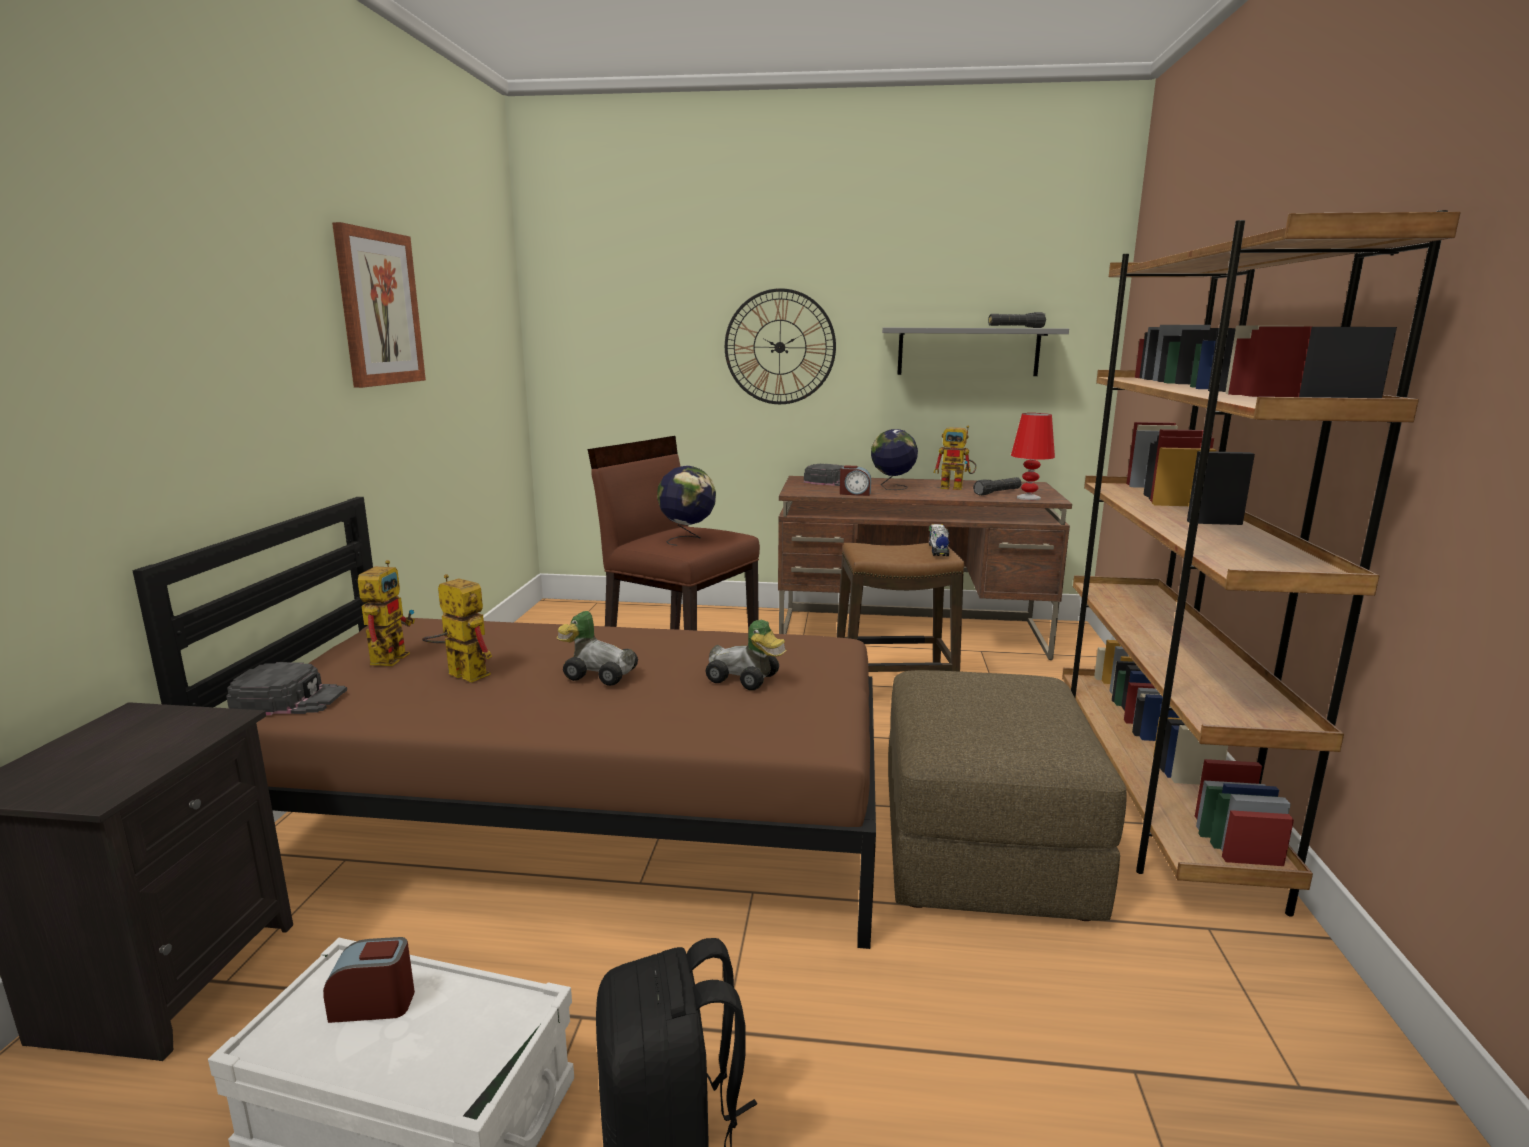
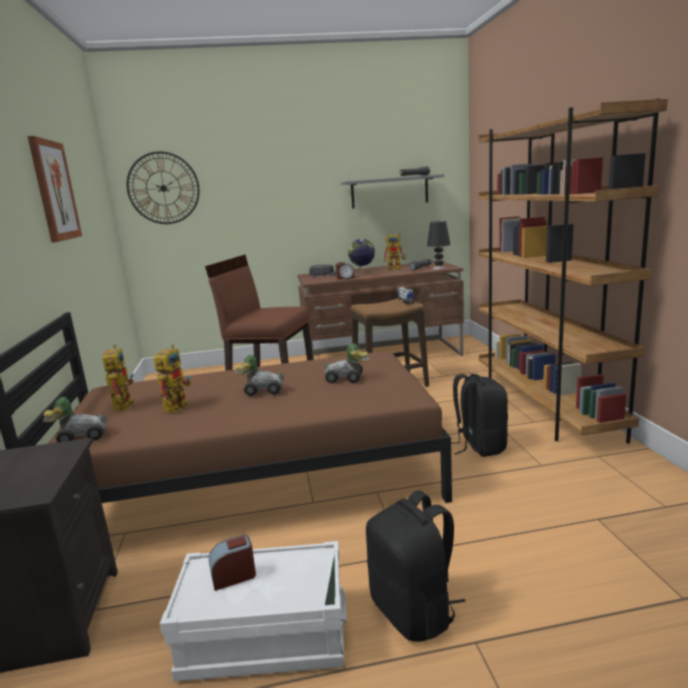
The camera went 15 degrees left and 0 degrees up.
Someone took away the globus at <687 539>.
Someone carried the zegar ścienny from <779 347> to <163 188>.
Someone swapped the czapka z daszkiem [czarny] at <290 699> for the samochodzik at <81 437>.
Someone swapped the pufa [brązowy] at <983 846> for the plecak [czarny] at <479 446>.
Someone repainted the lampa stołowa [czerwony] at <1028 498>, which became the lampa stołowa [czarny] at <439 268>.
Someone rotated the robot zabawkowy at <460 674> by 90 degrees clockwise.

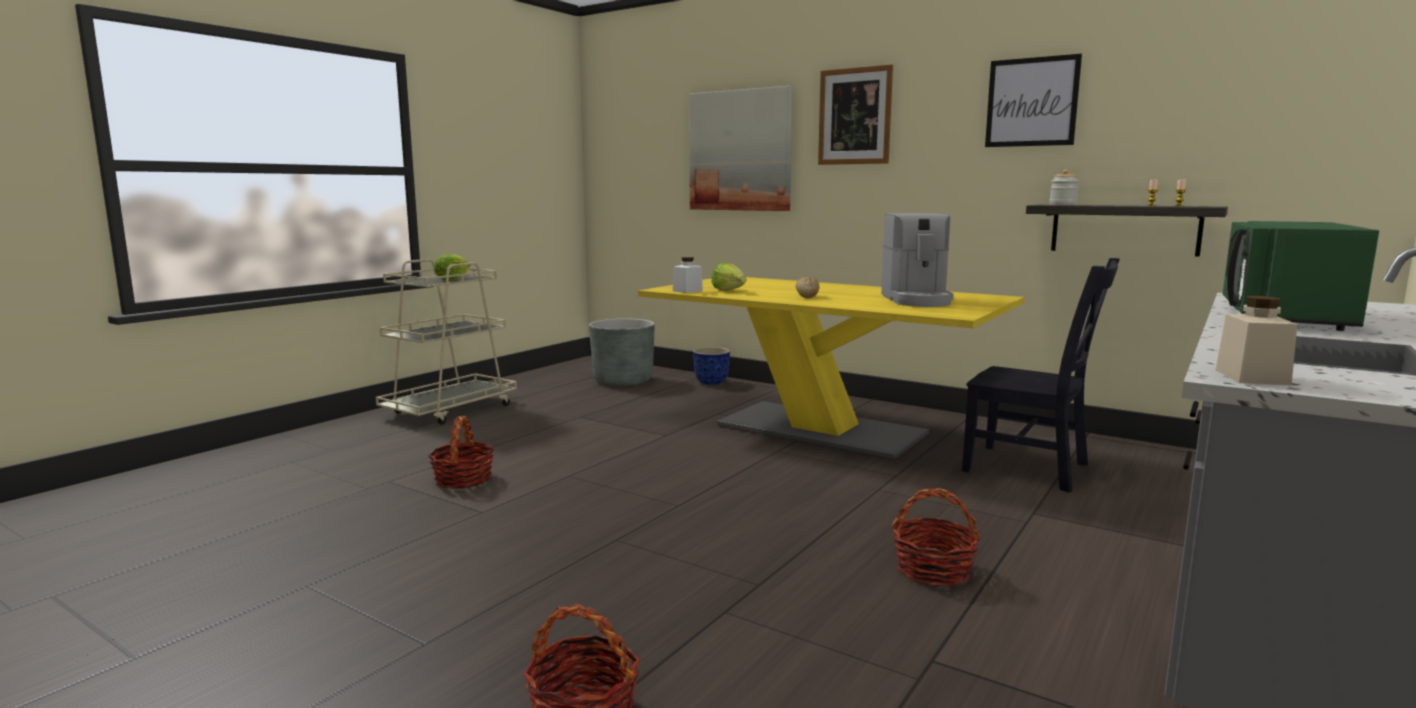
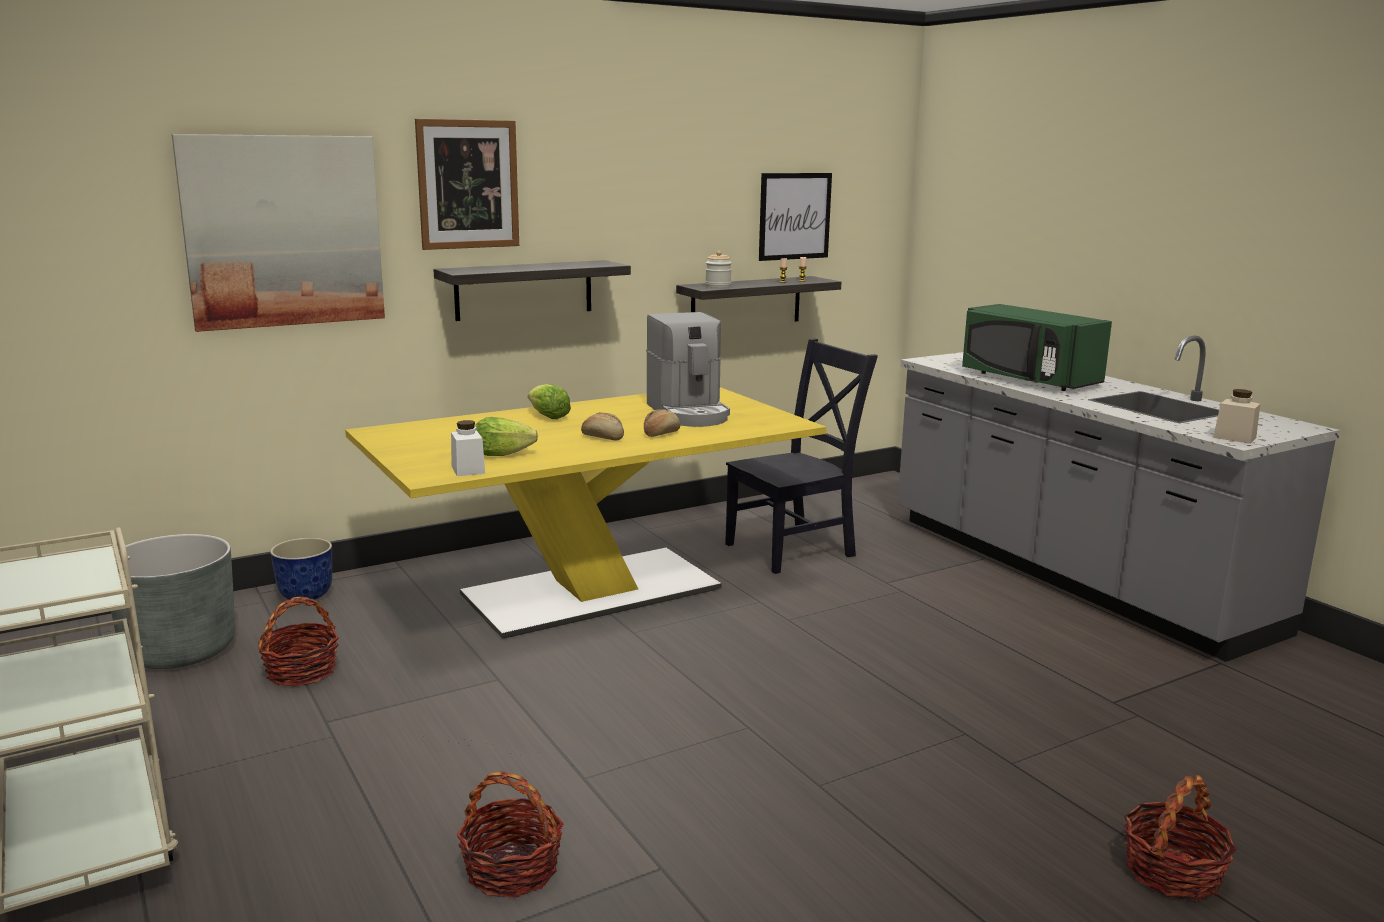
The camera went 65 degrees left and 5 degrees up.
Someone put up the półka at <524 290>.
Someone put down the chleb at <661 434>.
Someone carried the sałata from <452 279> to <548 417>.
Someone carried the koszyk from <933 570> to <301 671>.
Someone carried the obraz from <1032 102> to <794 216>.
Someone rotated the ekspres do kawy at <916 300> by 45 degrees clockwise.

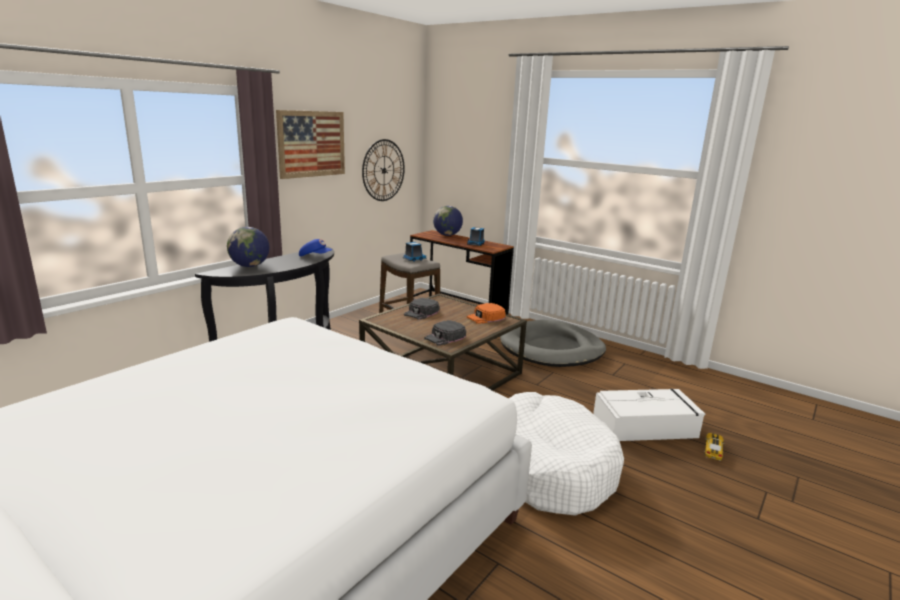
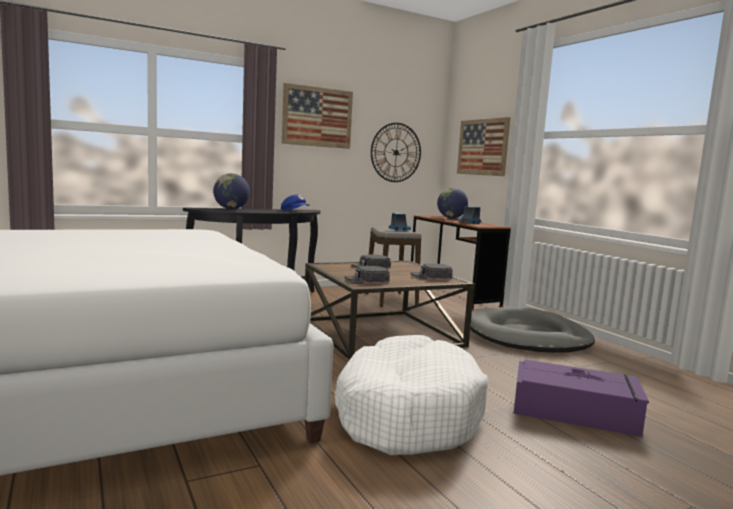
The camera went 25 degrees right and 10 degrees down.
Someone took away the samochodzik at <713 450>.
Someone put up the obraz at <482 147>.
Someone repainted the czapka z daszkiem [pomarańczowy] at <485 317>, which became the czapka z daszkiem [czarny] at <431 276>.
Someone repainted the pojemnik do przechowywania [biały] at <646 425>, which became the pojemnik do przechowywania [fioletowy] at <576 411>.

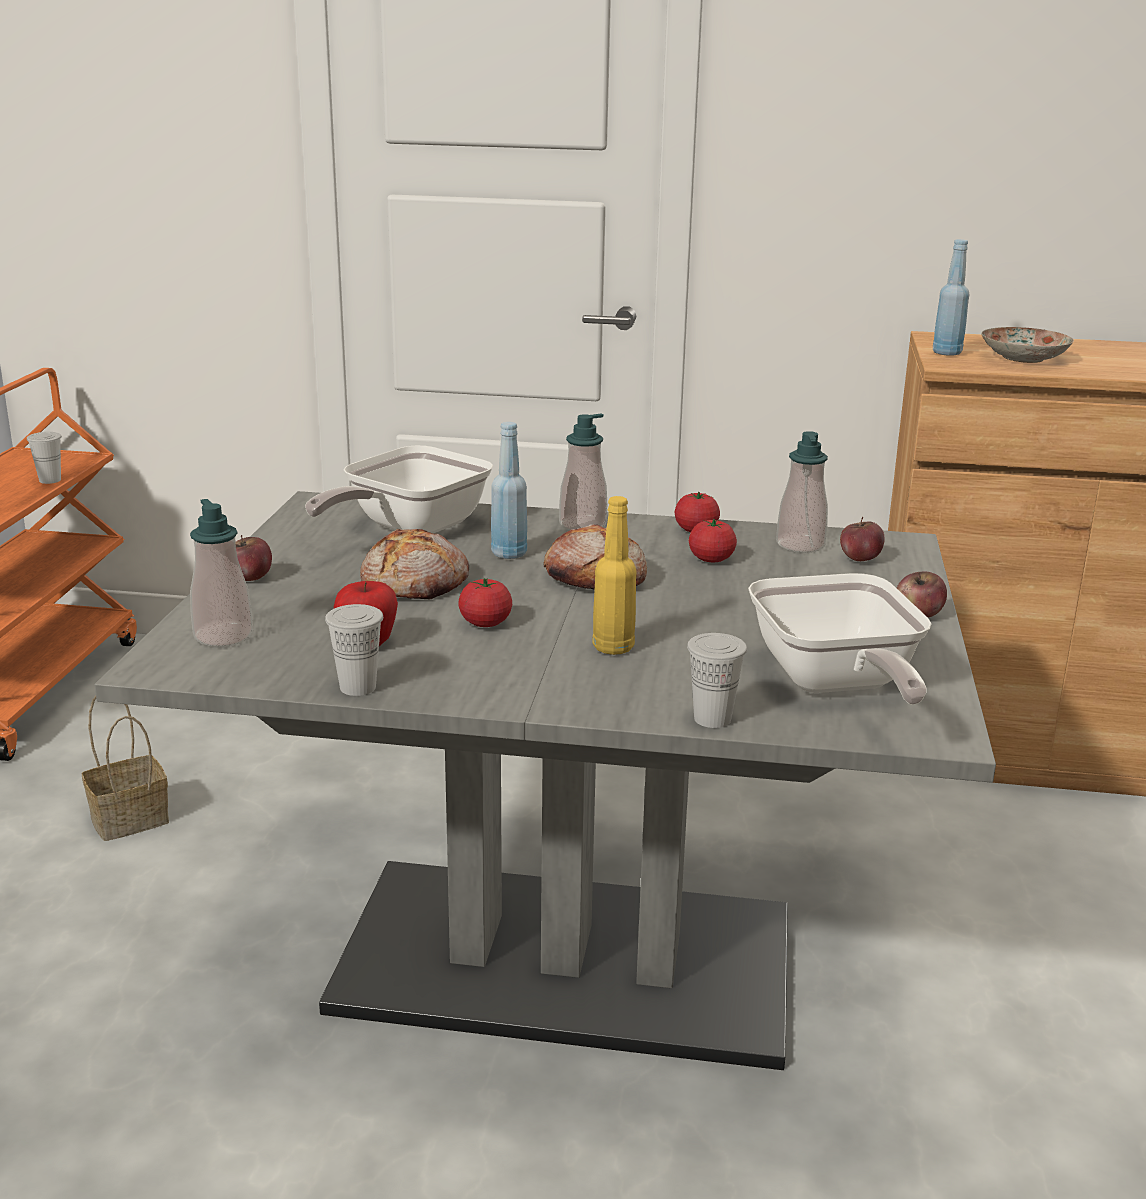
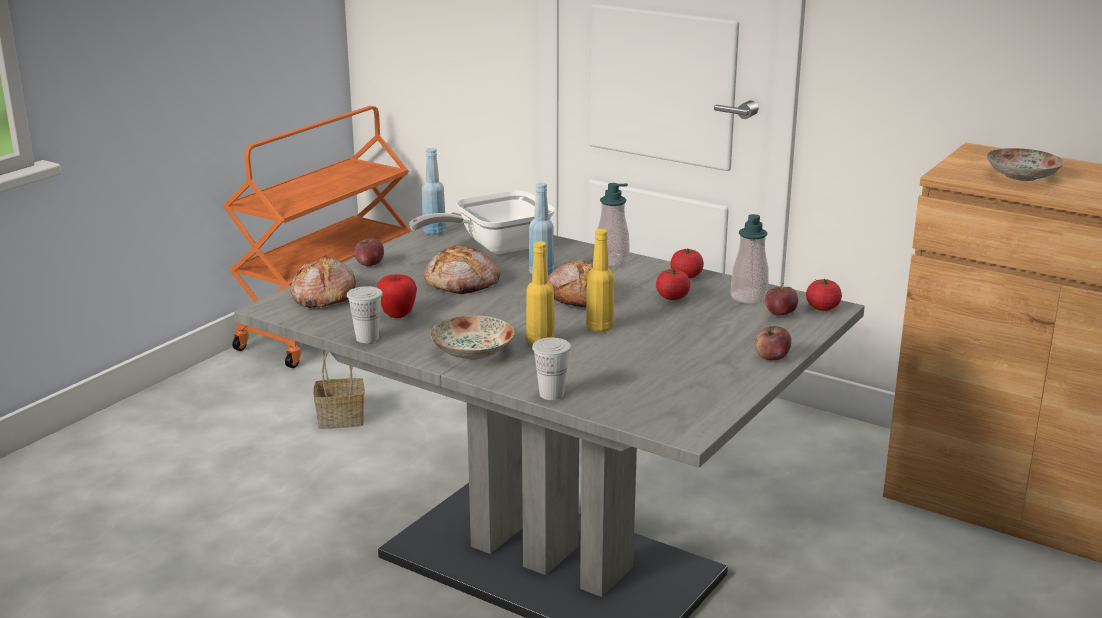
The camera went 25 degrees right and 0 degrees up.
Someone took away the filiżanka [biały] at <50 480>.
Someone took away the patelnia at <835 685>.
Someone put down the talerz at <471 351>.
Someone put down the butelka [żółty] at <599 327>.
Someone carried the pomidor from <485 623> to <822 308>.
Someone carried the butelka [niebieski] from <946 353> to <434 232>.
Someone swapped the dozownik mydła at <223 636> for the chleb at <323 296>.

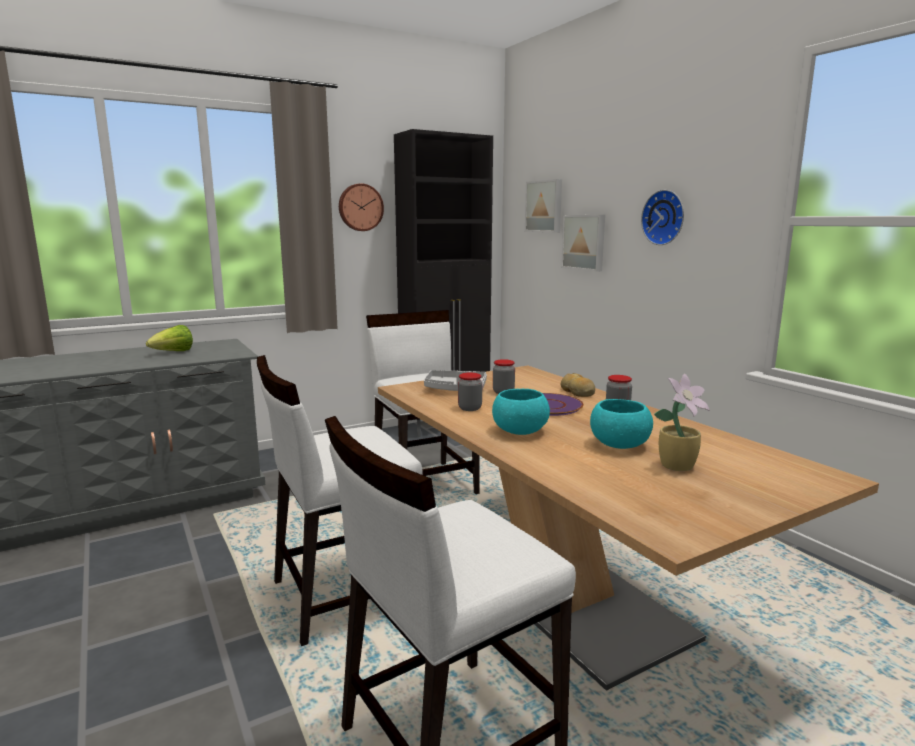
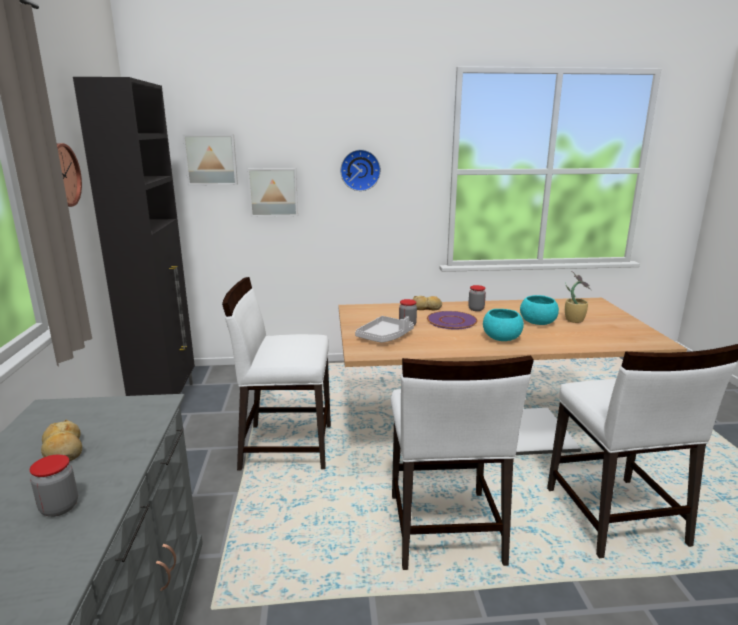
The camera went 65 degrees left and 5 degrees up.
Someone carried the słoik from <470 408> to <59 507>.
Someone swapped the sałata at <173 352> for the chleb at <63 450>.

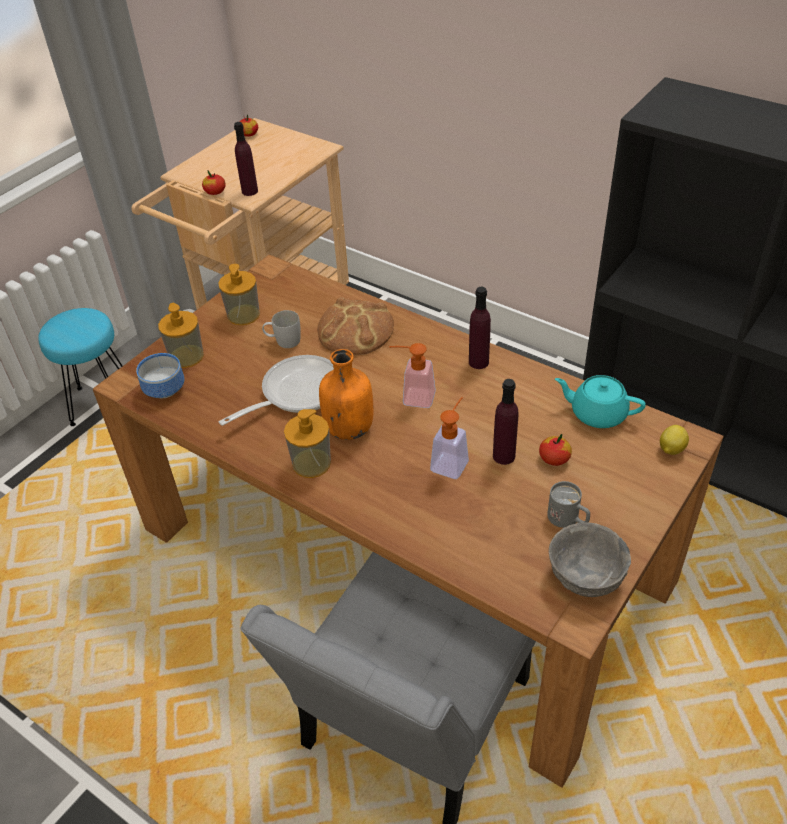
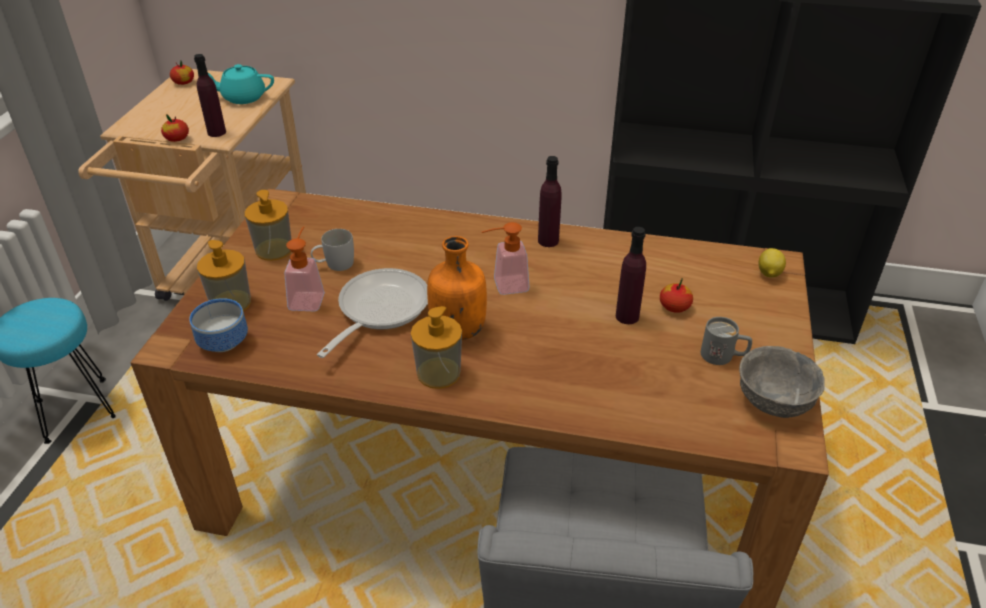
The camera went 25 degrees left and 5 degrees down.
Someone took away the chleb at <355 330>.
Someone carried the dozownik mydła from <452 461> to <308 297>.
Someone carried the imbryk [turkusowy] from <597 413> to <243 97>.

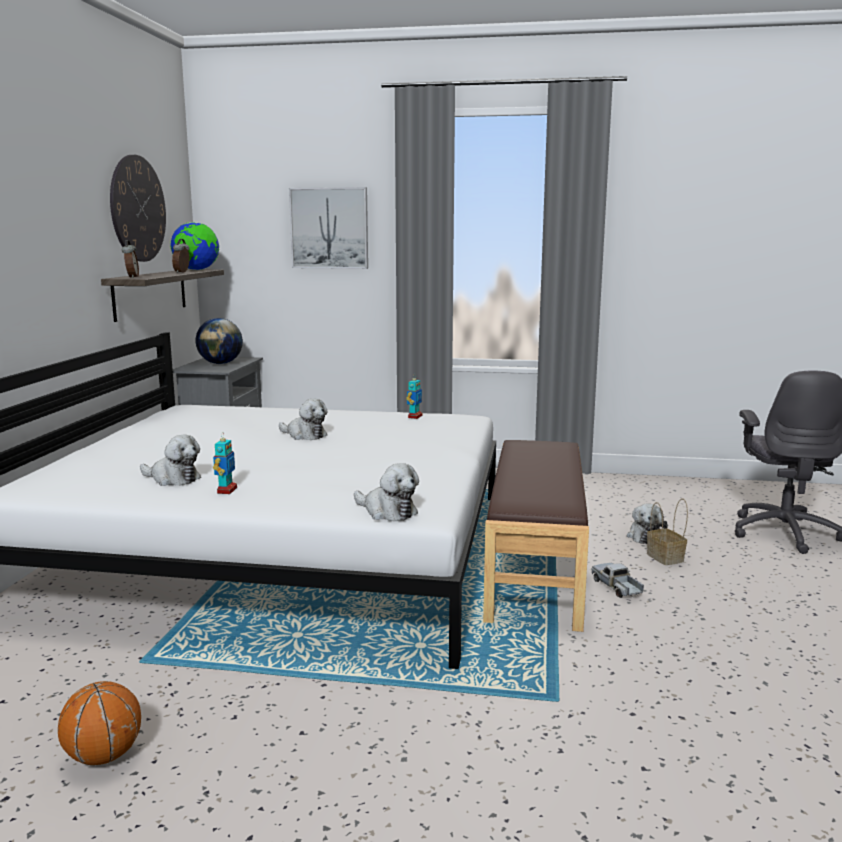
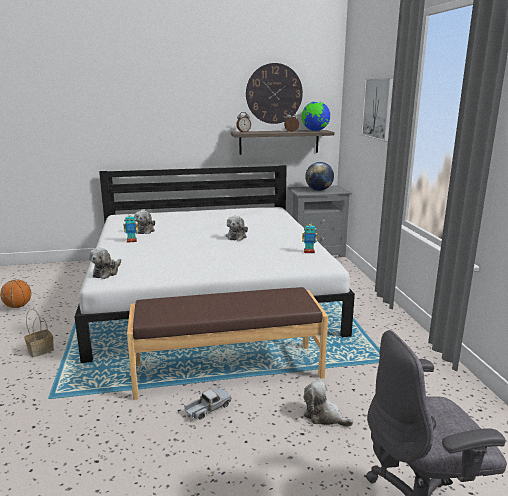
The camera went 70 degrees right and 5 degrees up.
Someone carried the koszyk from <666 558> to <40 351>.
Someone rotated the pluszak at <644 536> by 45 degrees clockwise.

